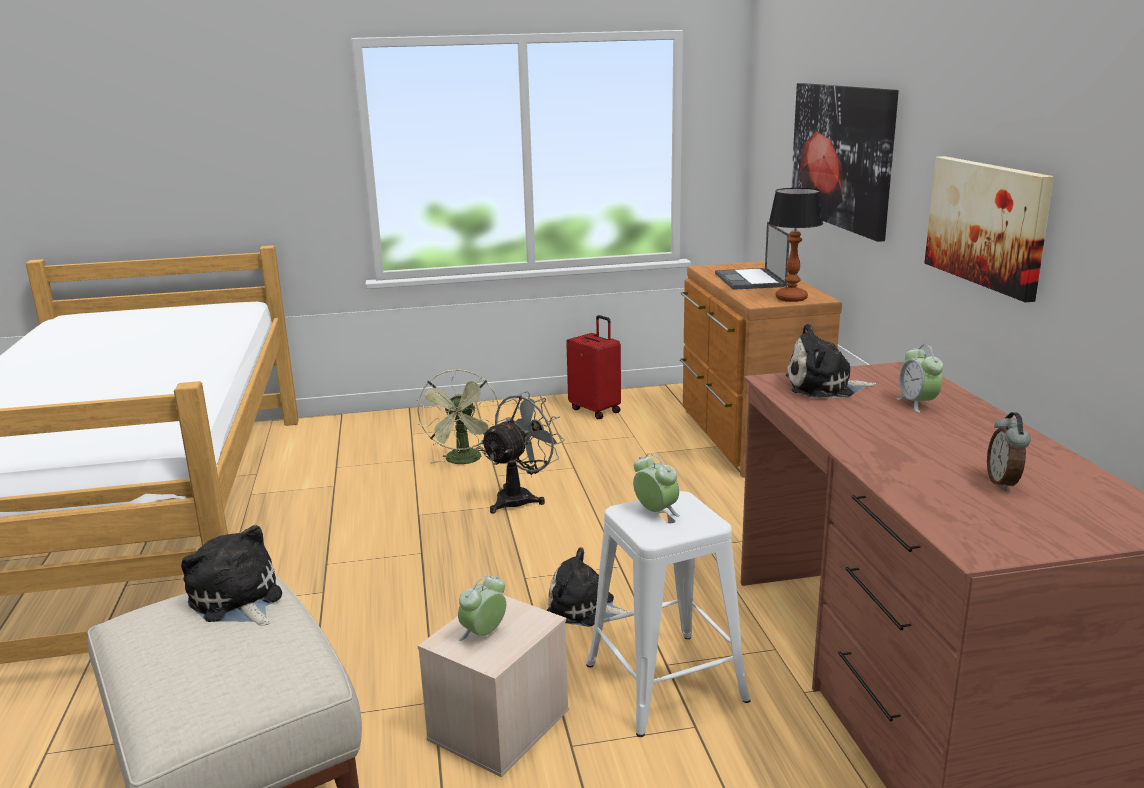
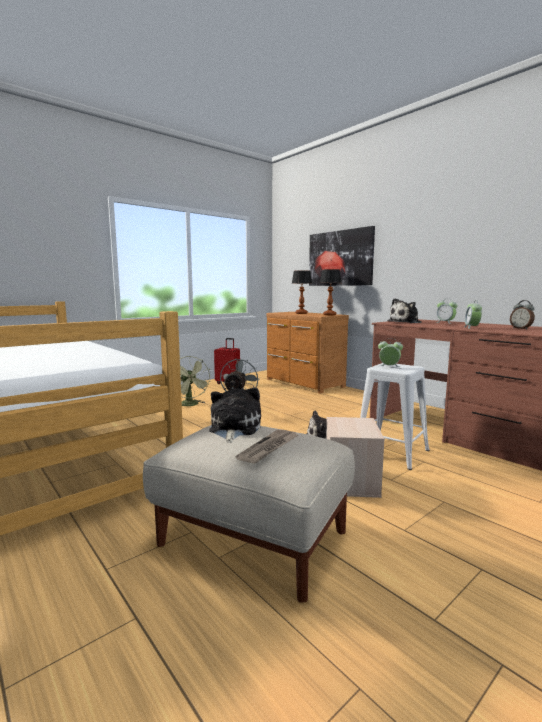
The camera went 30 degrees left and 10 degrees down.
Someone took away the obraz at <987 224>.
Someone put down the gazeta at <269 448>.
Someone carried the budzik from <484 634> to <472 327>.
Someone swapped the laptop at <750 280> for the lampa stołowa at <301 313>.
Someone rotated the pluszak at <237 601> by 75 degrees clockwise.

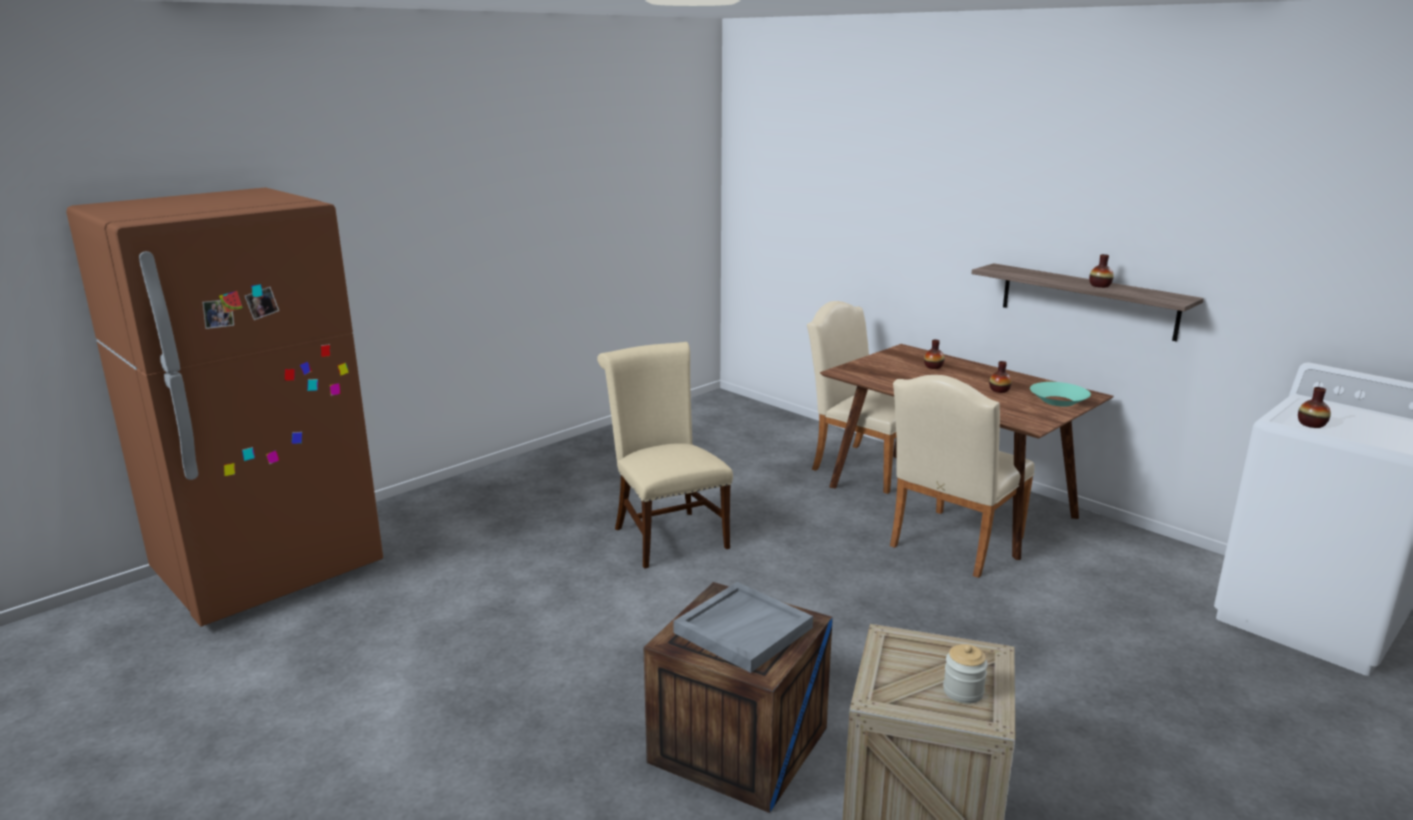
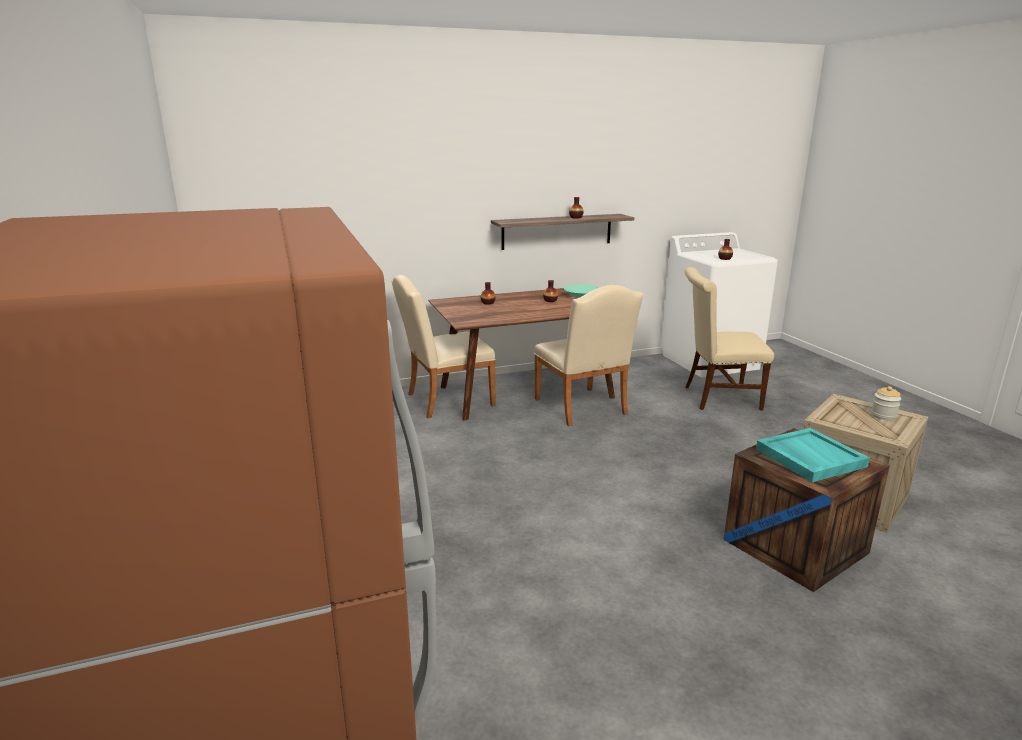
The camera went 65 degrees left and 0 degrees up.
Someone carried the krzesło [beżowy] from <666 535> to <716 398>.
Someone repainted the taca [szary] at <743 629>, which became the taca [turkusowy] at <809 457>.

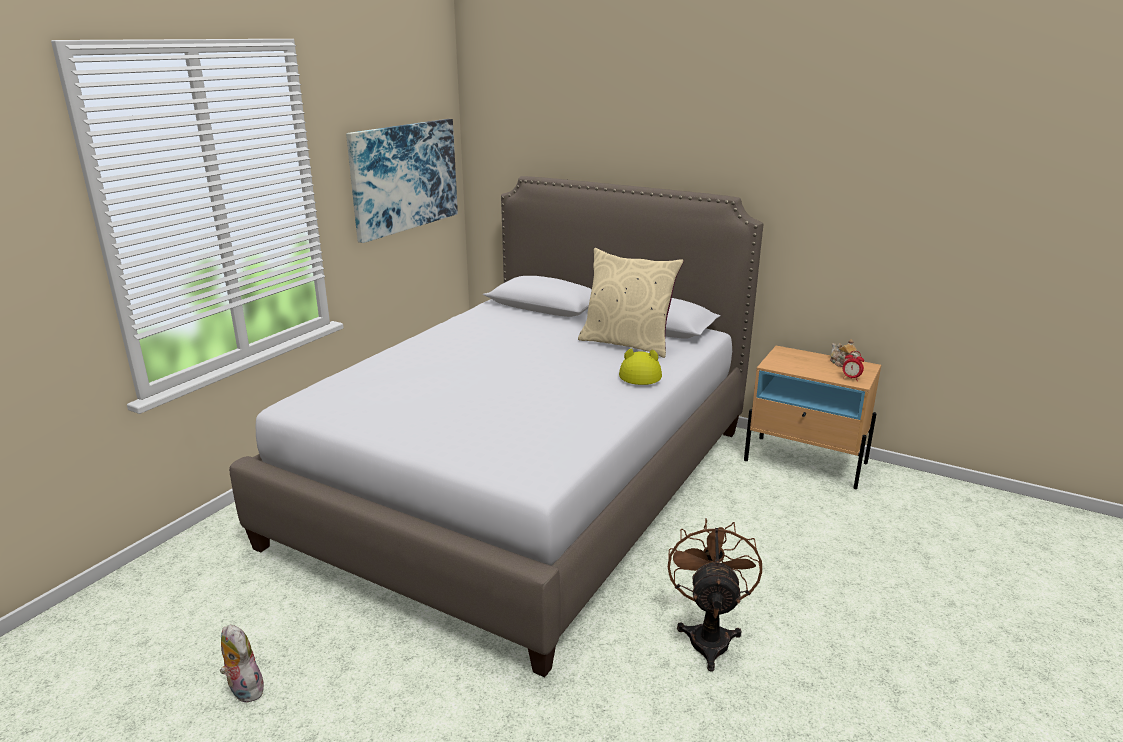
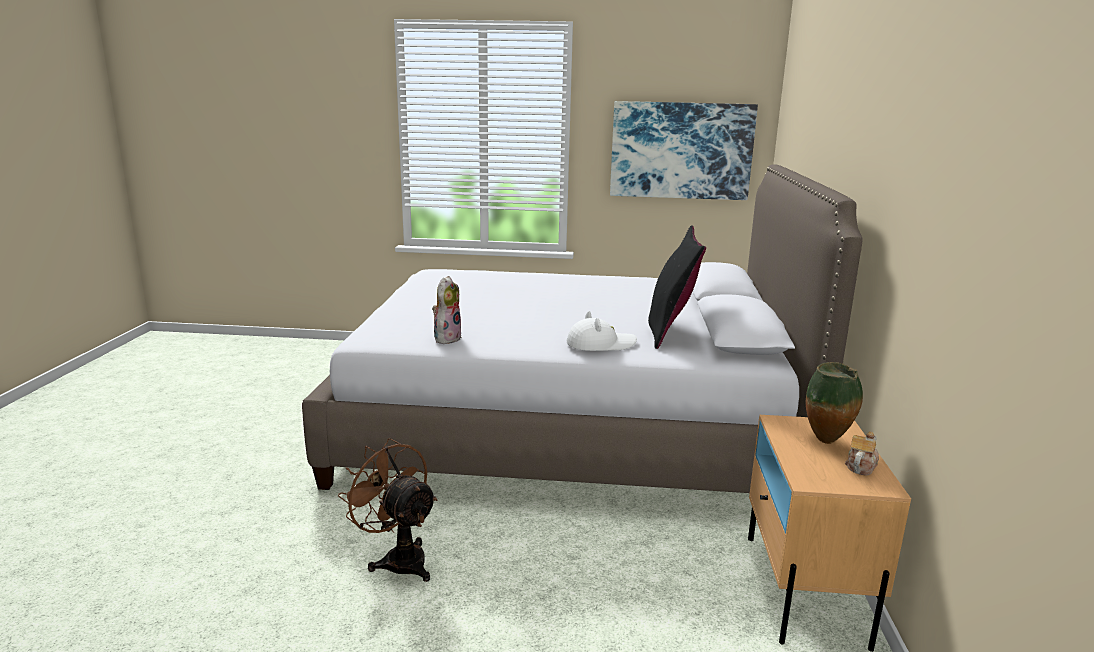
The camera went 65 degrees right and 5 degrees down.
Someone took away the budzik at <850 378>.
Someone put down the wazon at <827 442>.
Someone carried the pluszak from <243 690> to <447 338>.
Someone repainted the poduszka [beżowy] at <627 343>, which became the poduszka [czarny] at <671 332>.
Someone repainted the kapelusz [żółty] at <640 374>, which became the kapelusz [biały] at <600 344>.
Someone rotated the wentylator [brązowy] at <709 635> by 120 degrees counterclockwise.

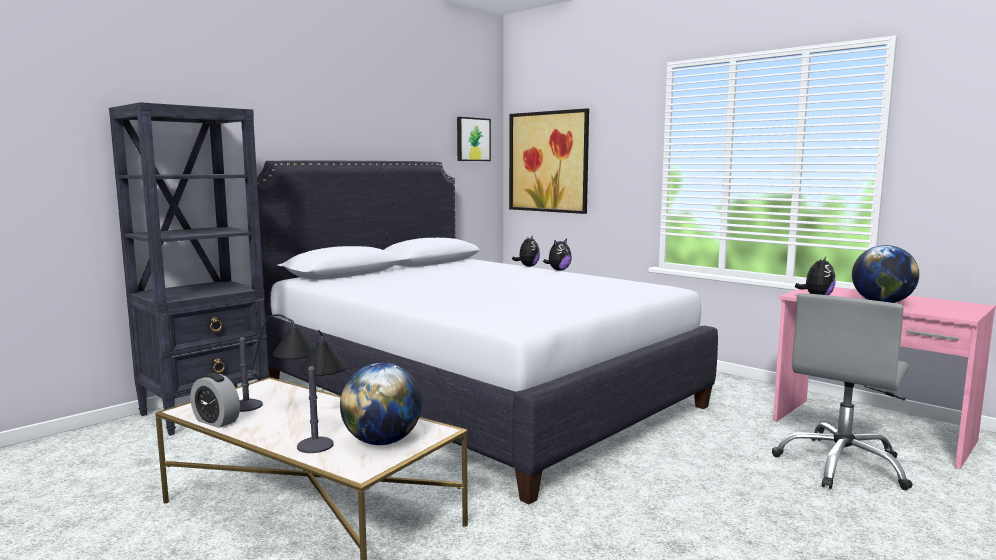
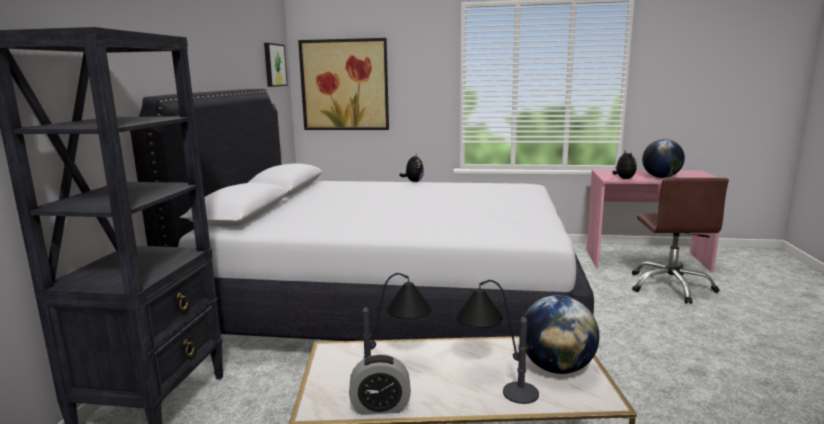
The camera went 35 degrees left and 5 degrees up.
Someone took away the pluszak at <527 266>.
Someone repainted the krzesło biurowe [szary] at <842 465>, which became the krzesło biurowe [brązowy] at <670 286>.

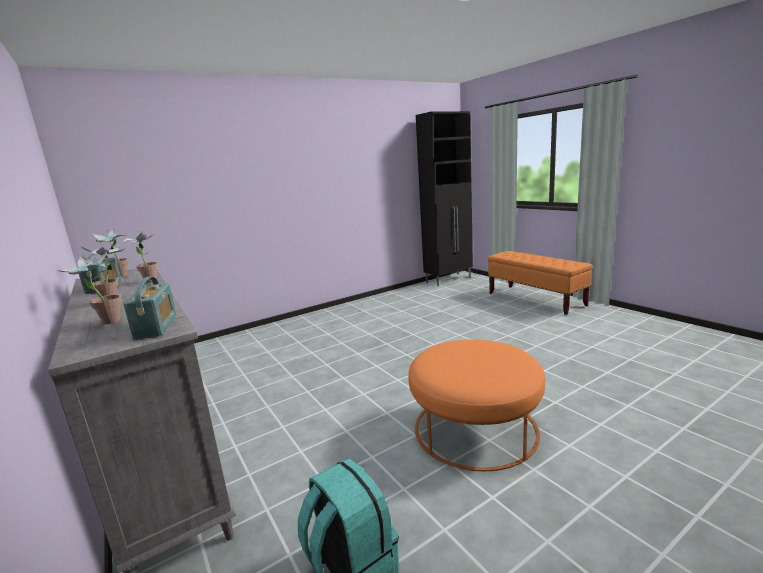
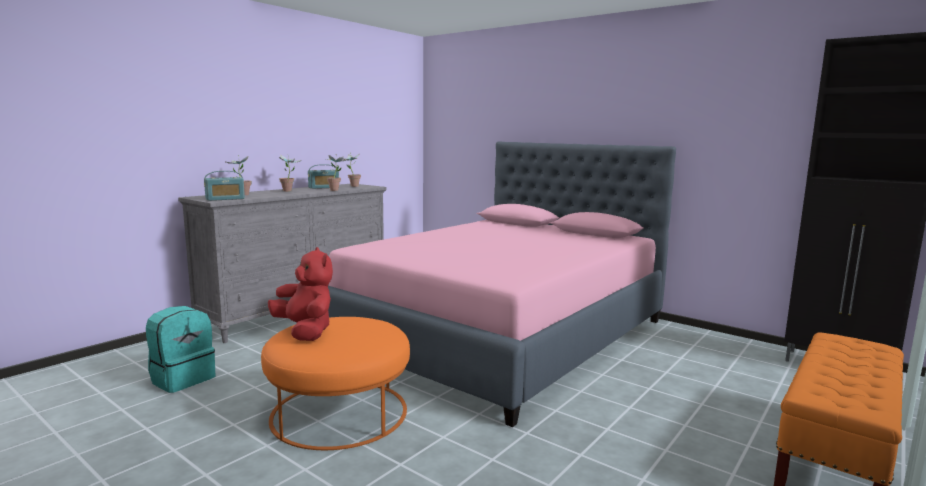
The camera went 70 degrees right and 5 degrees down.
Someone put down the pluszak [czerwony] at <305 331>.
Someone put down the łóżko [różowy] at <502 334>.

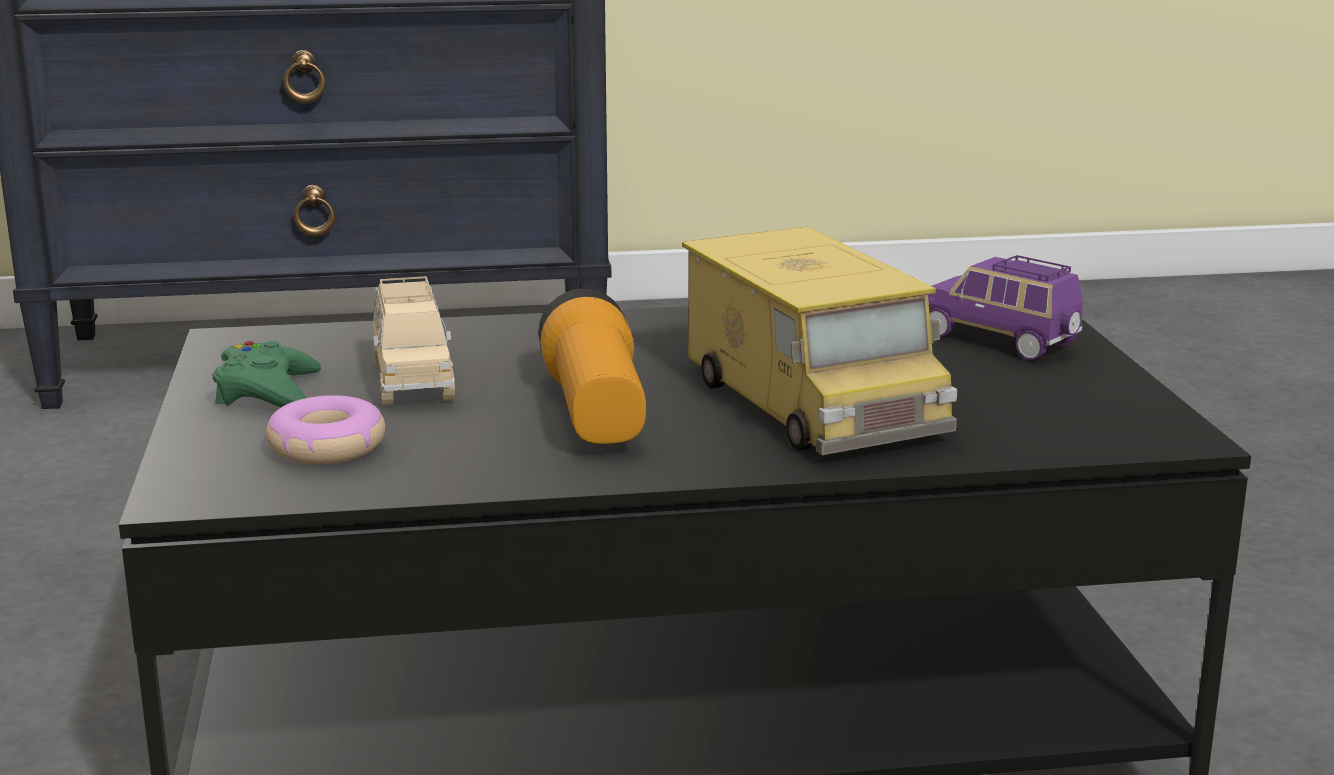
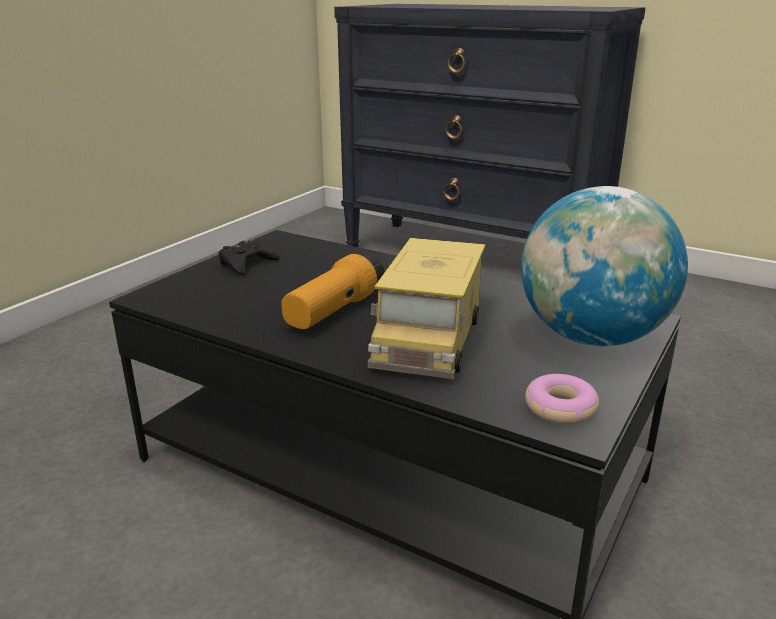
The camera went 40 degrees right and 5 degrees up.
Someone took away the samochodzik [beżowy] at <412 380>.
Someone carried the donut from <327 447> to <560 408>.
Someone swapped the samochodzik [fioletowy] at <1001 341> for the globus at <592 337>.
Someone repainted the pad do gier [zielony] at <268 392>, which became the pad do gier [czarny] at <247 263>.

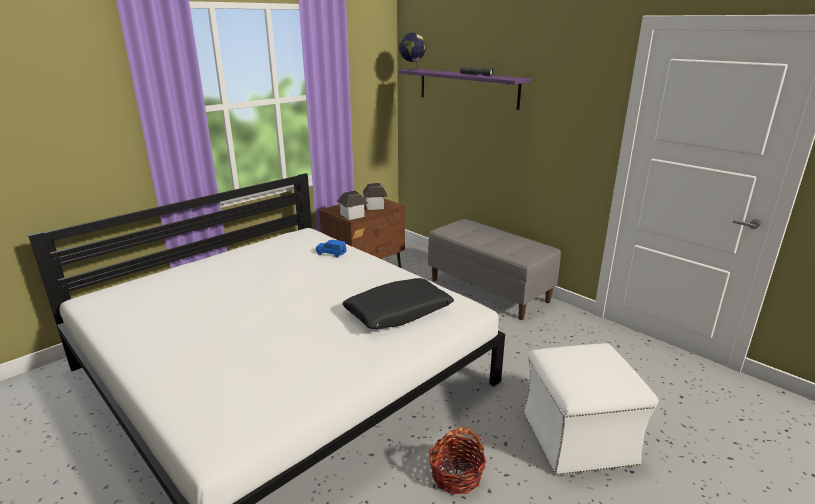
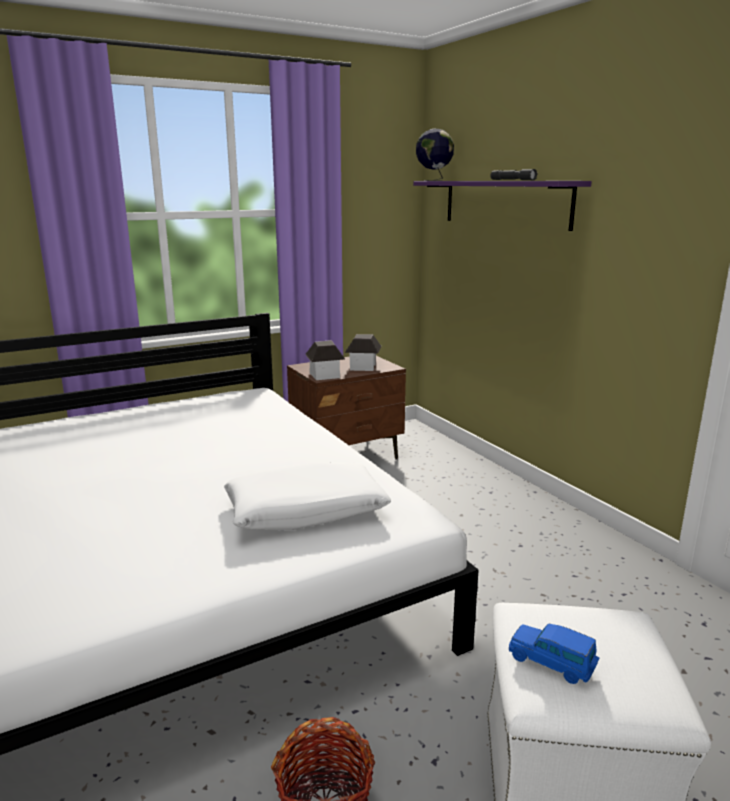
The camera went 15 degrees right and 5 degrees down.
Someone took away the ławka [szary] at <489 290>.
Someone carried the samochodzik [niebieski] from <331 254> to <552 663>.
Someone repainted the poduszka [czarny] at <398 313>, which became the poduszka [biały] at <305 511>.

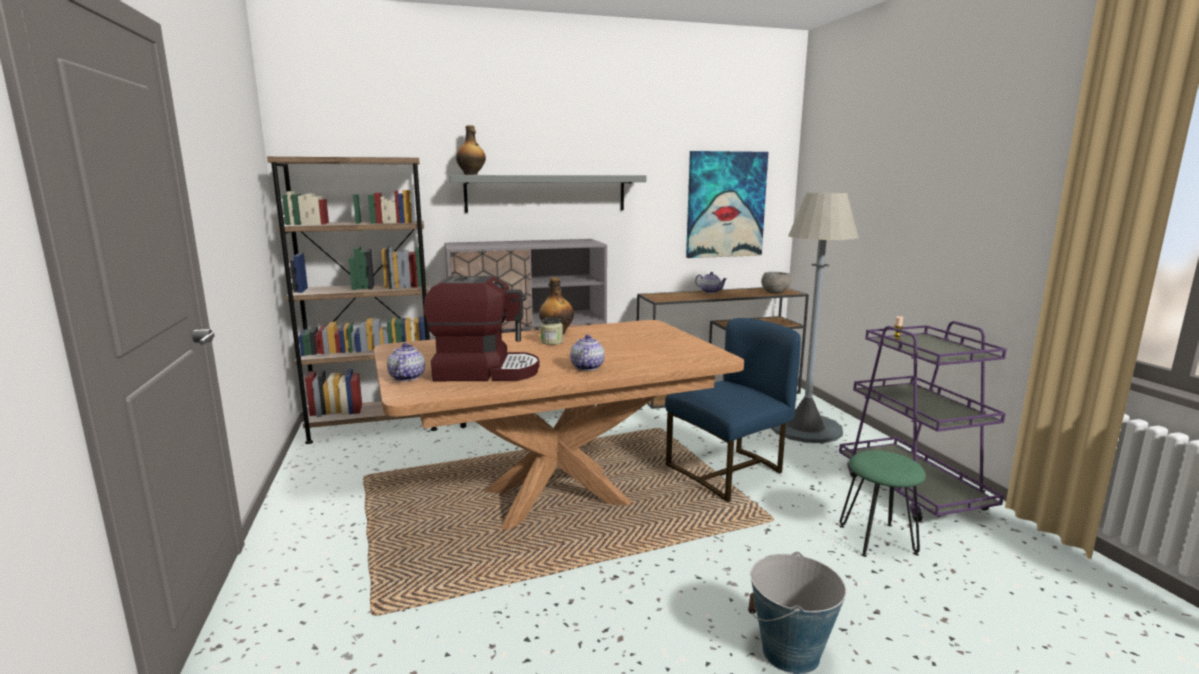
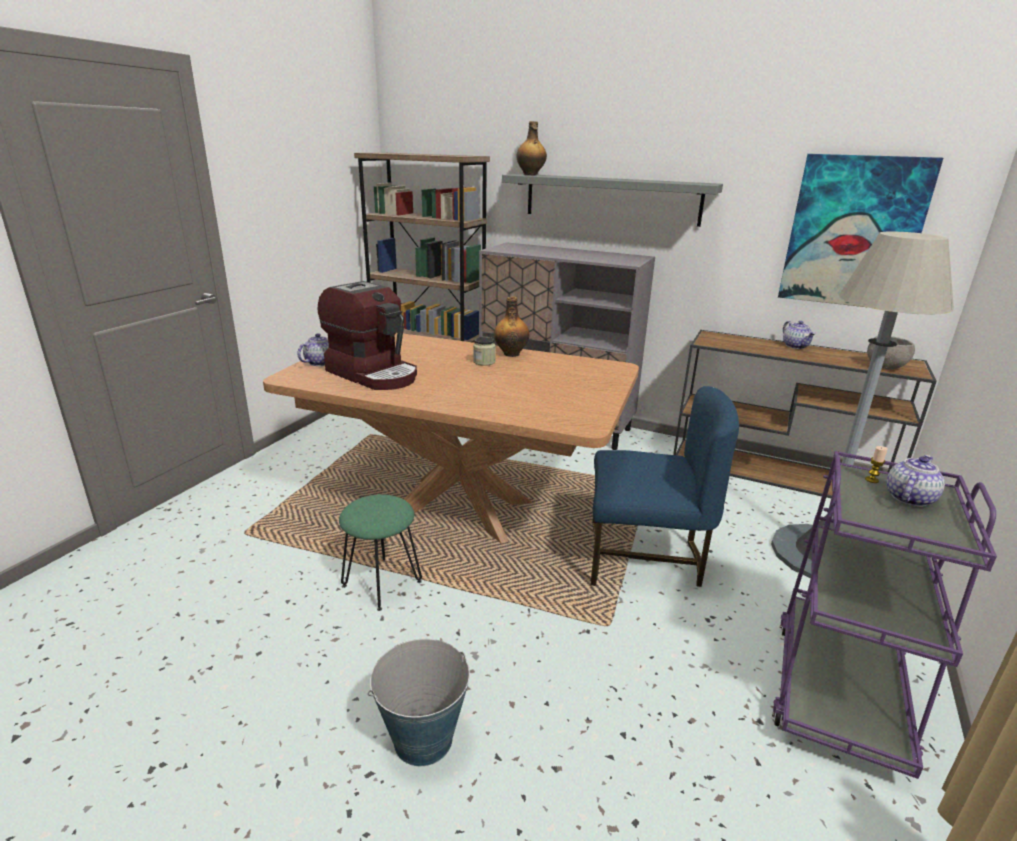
The camera went 40 degrees right and 10 degrees up.
Someone carried the imbryk from <586 367> to <908 498>.
Someone carried the stołek [zielony] from <878 539> to <382 584>.

